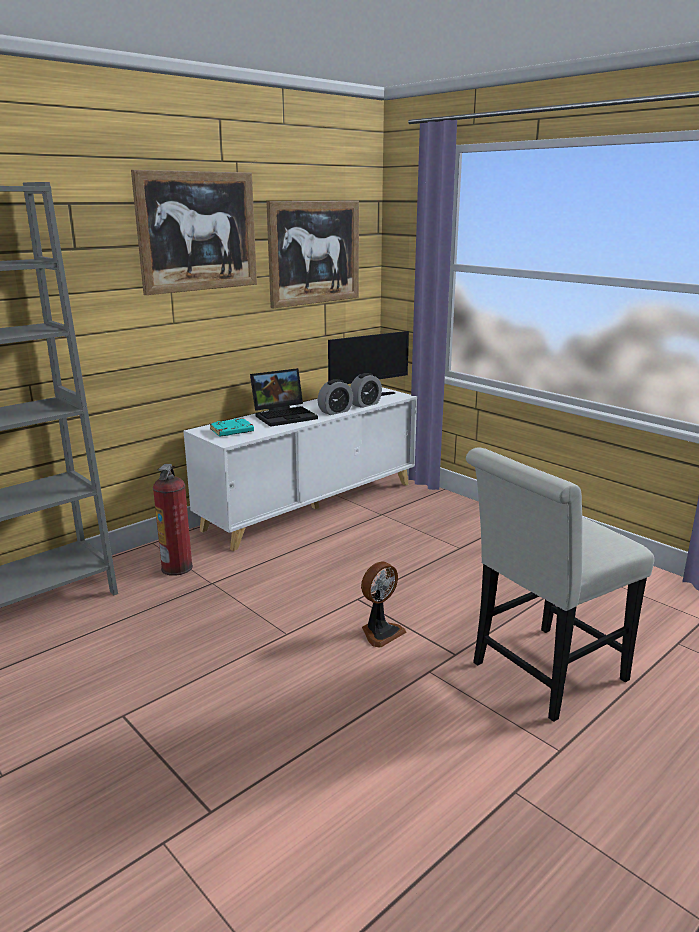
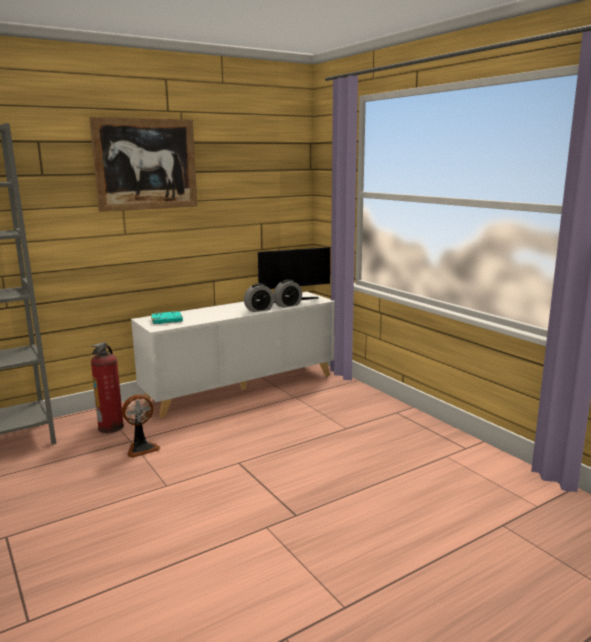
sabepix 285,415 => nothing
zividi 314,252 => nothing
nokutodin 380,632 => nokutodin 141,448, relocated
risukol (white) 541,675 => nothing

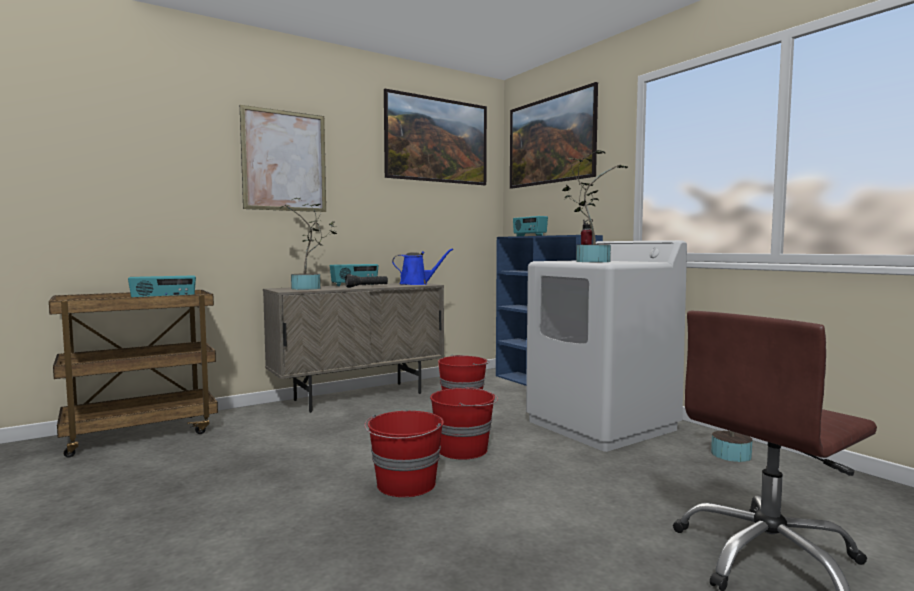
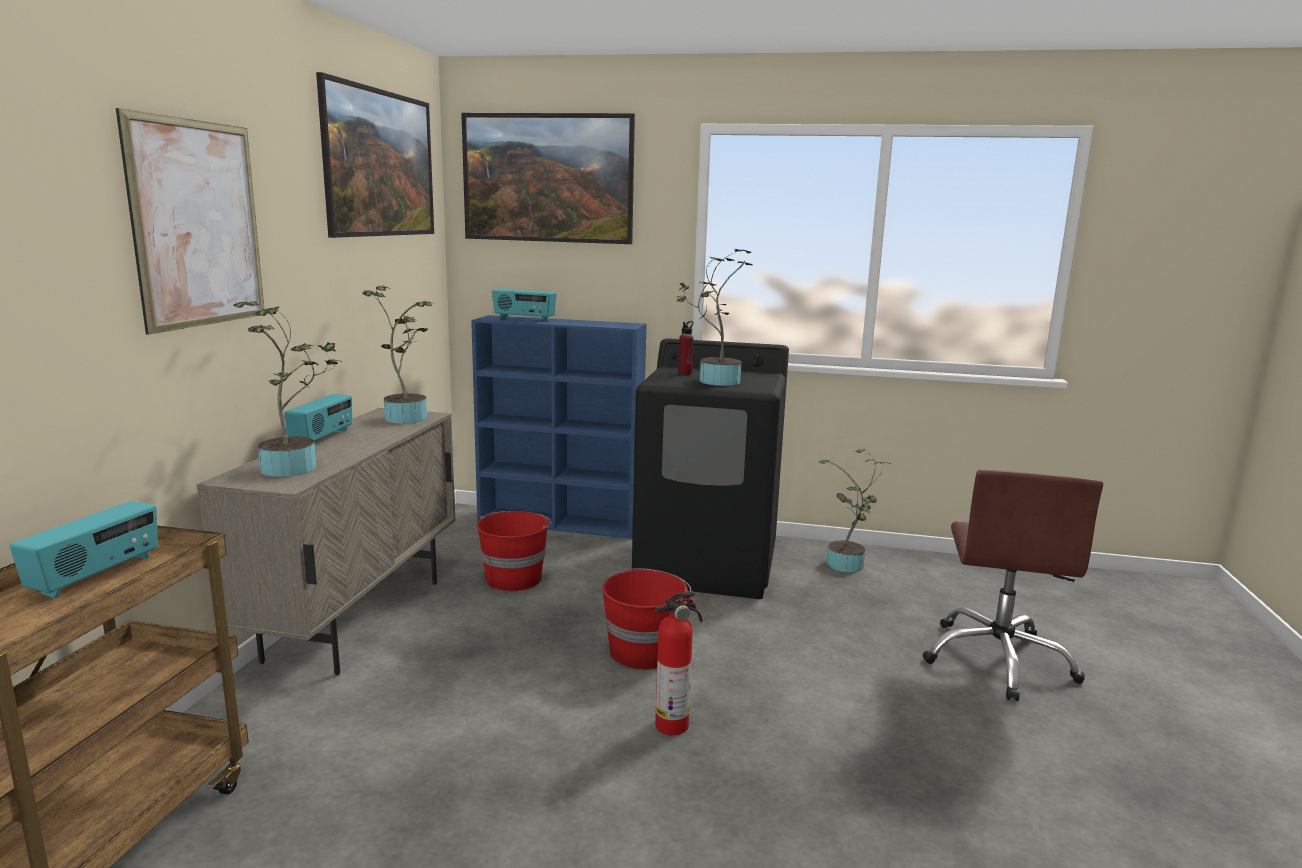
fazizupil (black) 366,287 => nothing
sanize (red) 406,484 => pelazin 674,724
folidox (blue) 417,284 => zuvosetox 406,417
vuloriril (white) 601,425 => vuloriril (black) 707,565

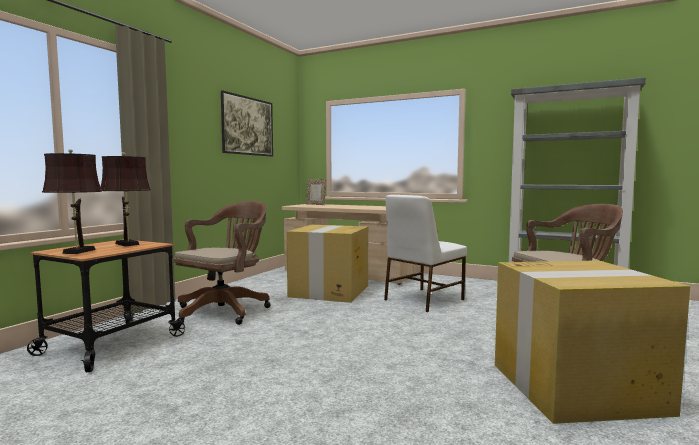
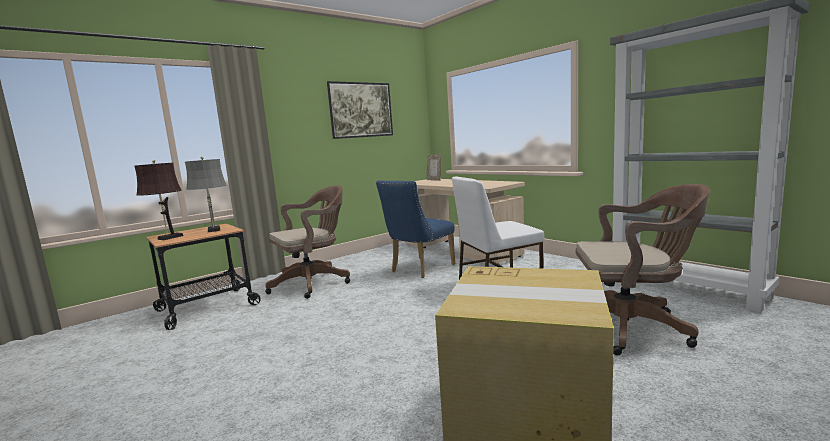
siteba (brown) 128,244 => siteba (grey) 214,230
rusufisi 329,291 => risukol (blue) 419,269

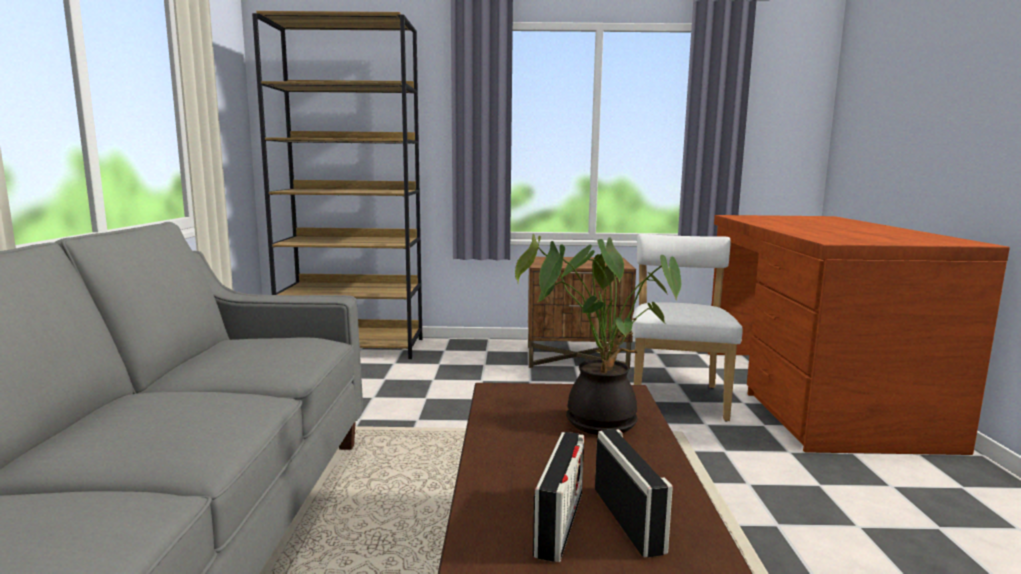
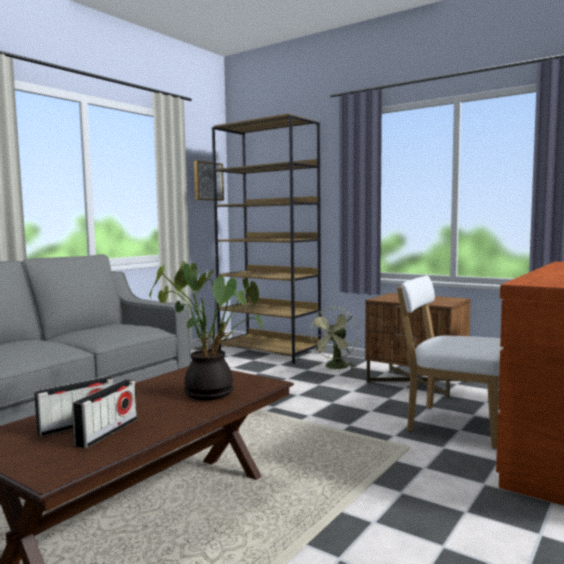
risukol (white) 676,397 => risukol (white) 453,424, 105 degrees counterclockwise
nothing => zividi 207,181
nothing => nokutodin (green) 335,368

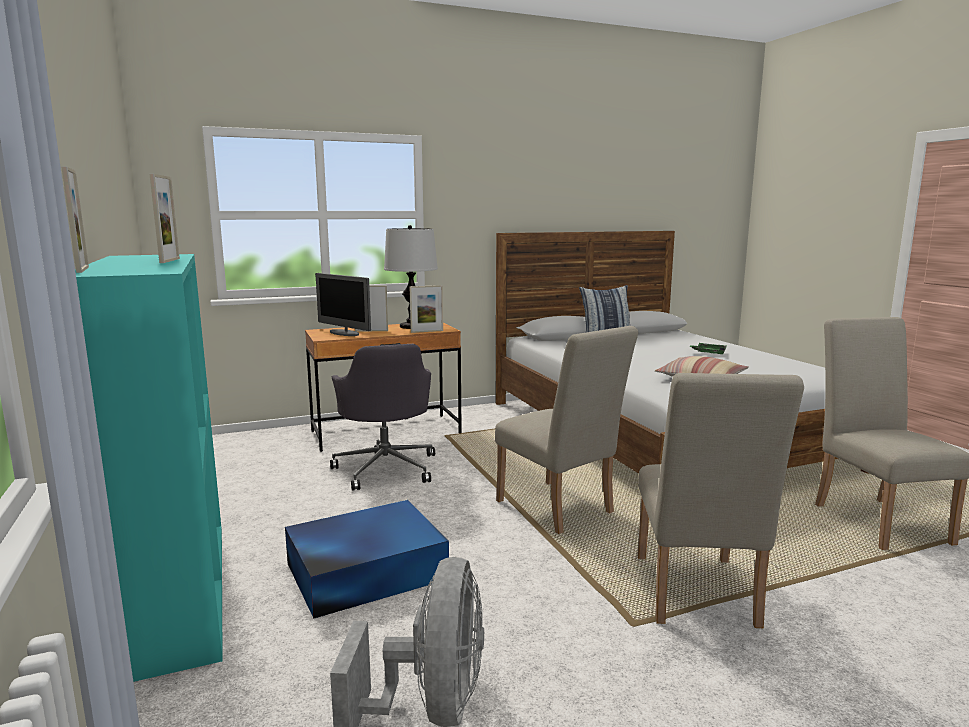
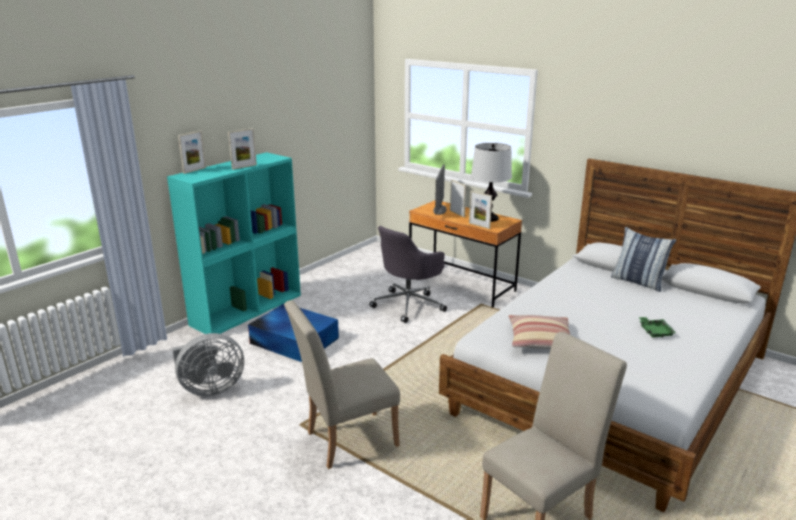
risukol (beige) 559,510 => nothing

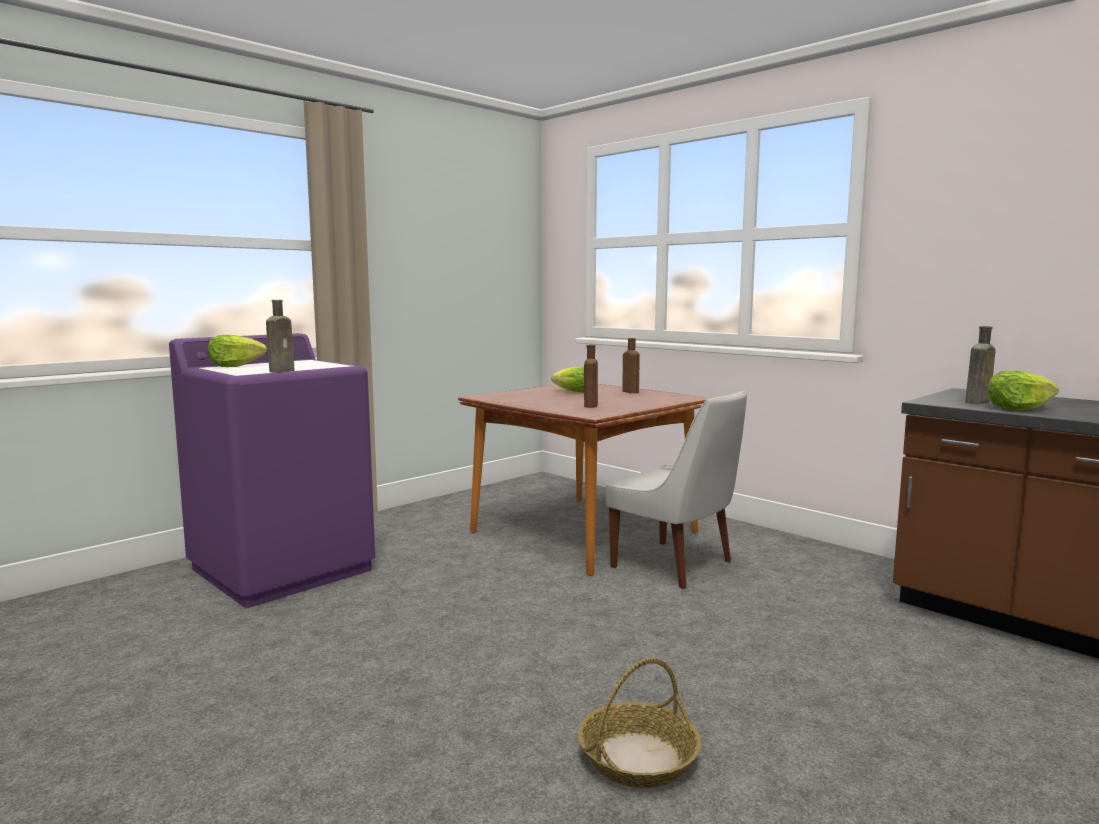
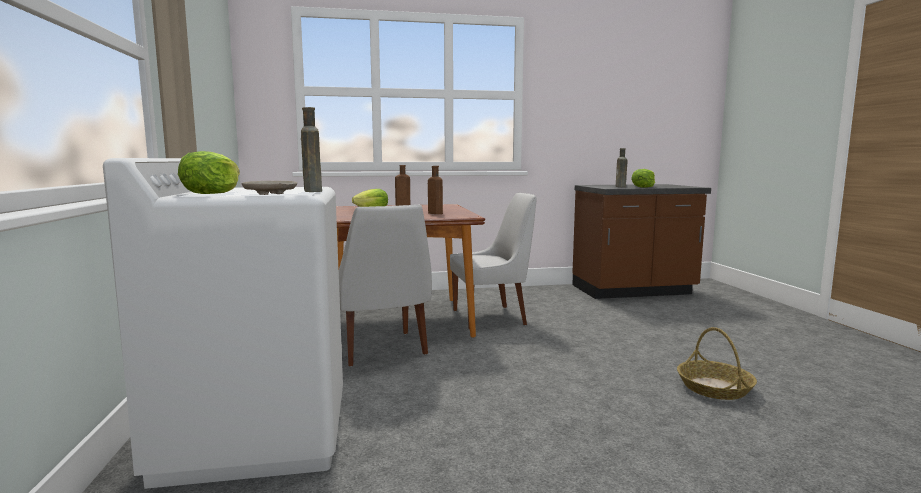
vuloriril (purple) 283,569 => vuloriril (white) 256,433
nothing => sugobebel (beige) 270,194
nothing => risukol (white) 381,349

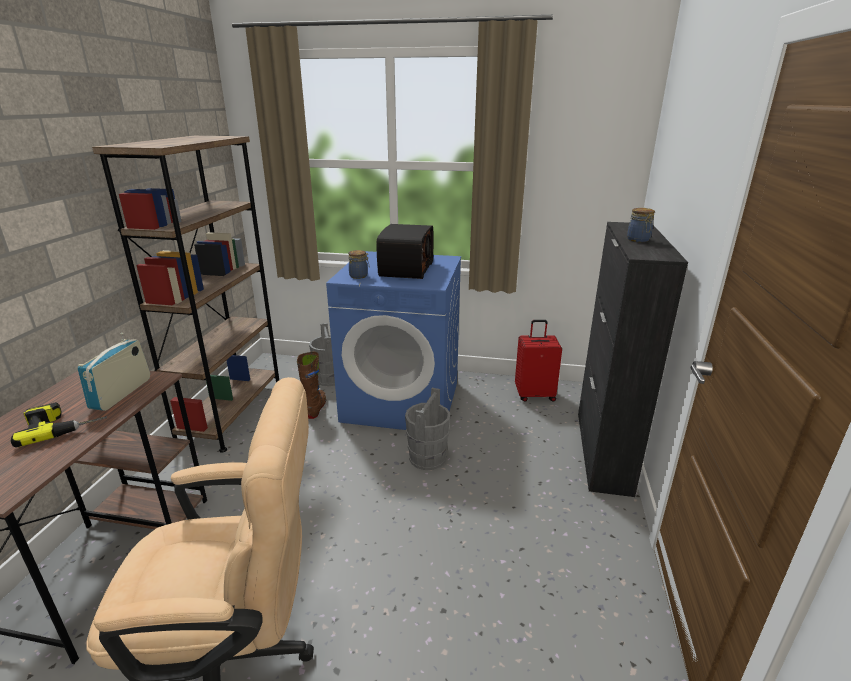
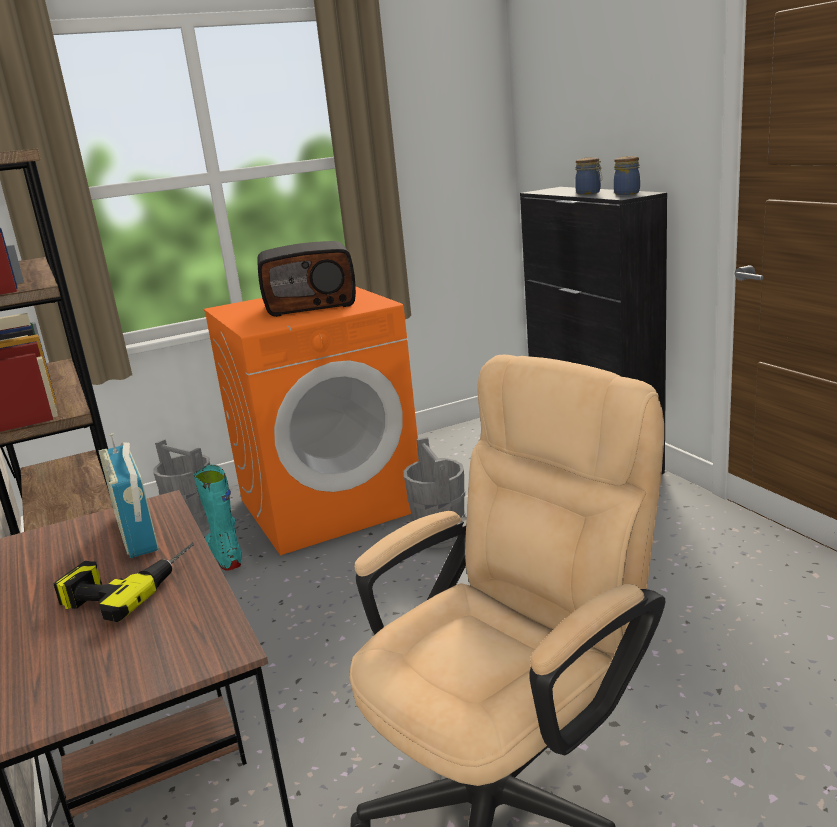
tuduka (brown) 316,408 => tuduka (turquoise) 224,557
vuloriril (blue) 402,401 => vuloriril (orange) 330,504
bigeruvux 359,276 => bigeruvux 627,193, relocated
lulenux 405,269 => lulenux 310,304, 105 degrees clockwise
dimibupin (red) 534,394 => nothing

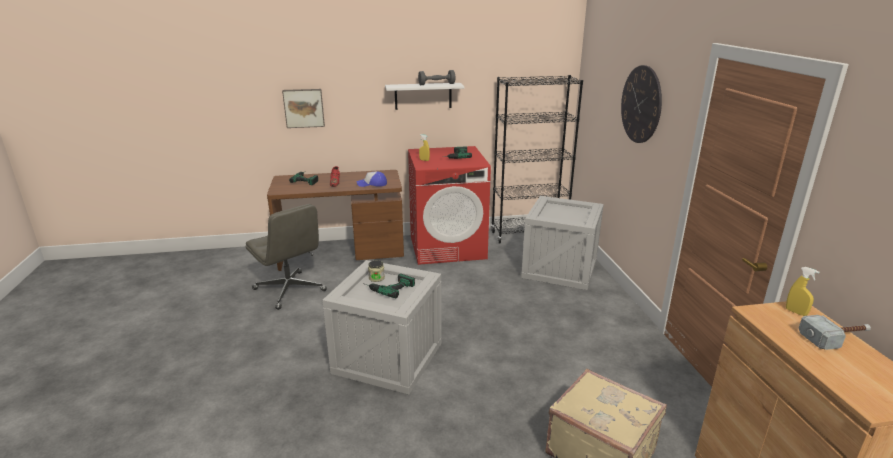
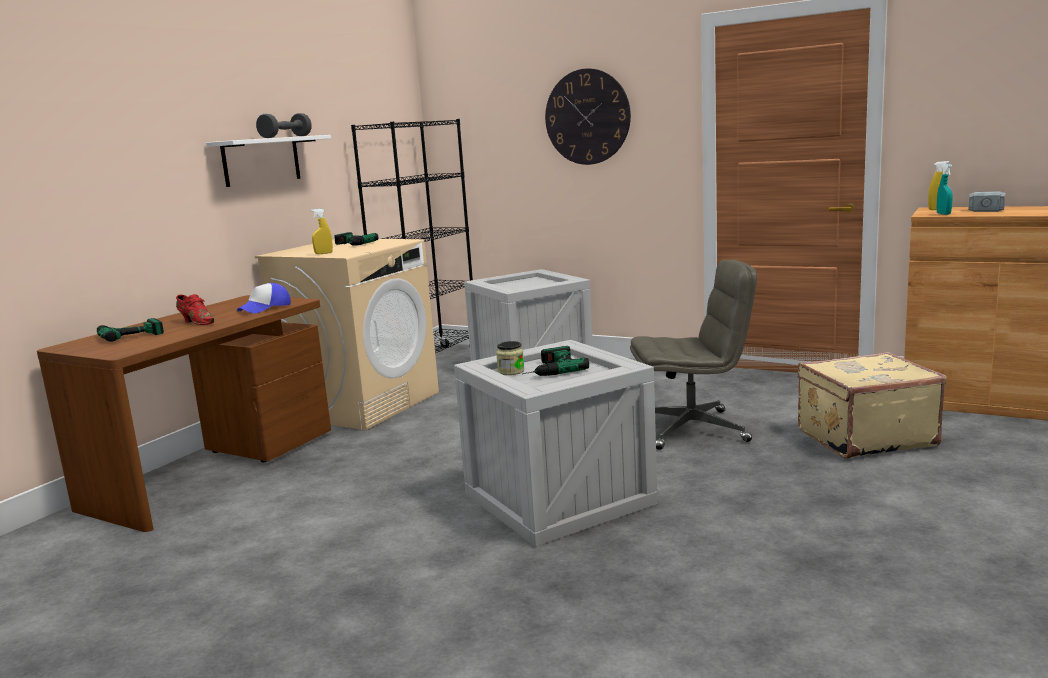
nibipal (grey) 290,290 => nibipal (grey) 693,429, relocated
zividi 304,108 => nothing
vuloriril (red) 448,247 => vuloriril (beige) 362,404
nothing => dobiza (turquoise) 943,214

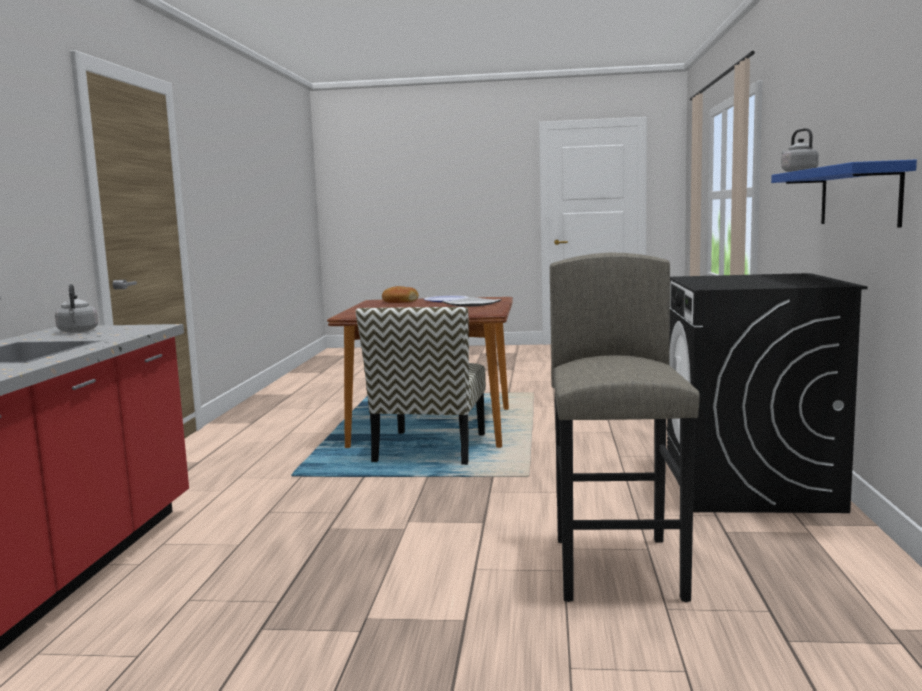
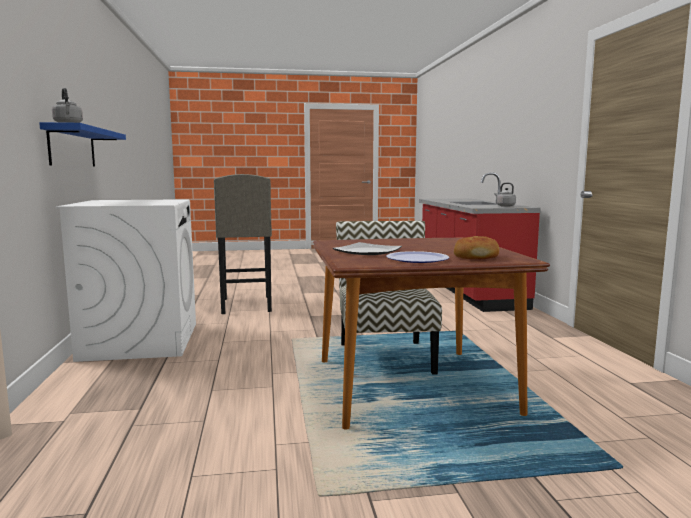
vuloriril (black) 750,485 => vuloriril (white) 140,341

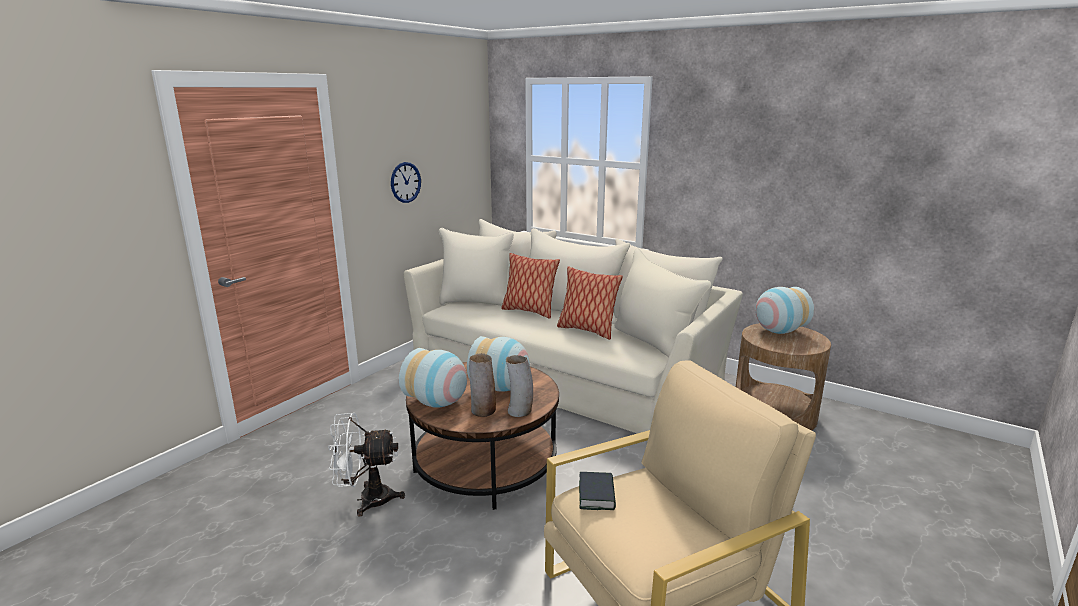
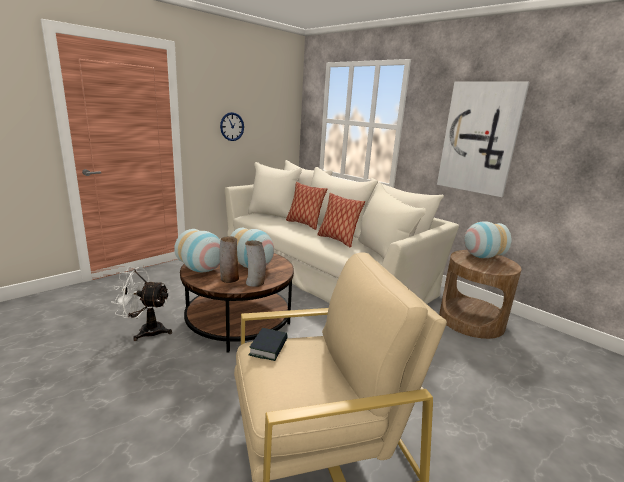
nothing => zividi 479,138

